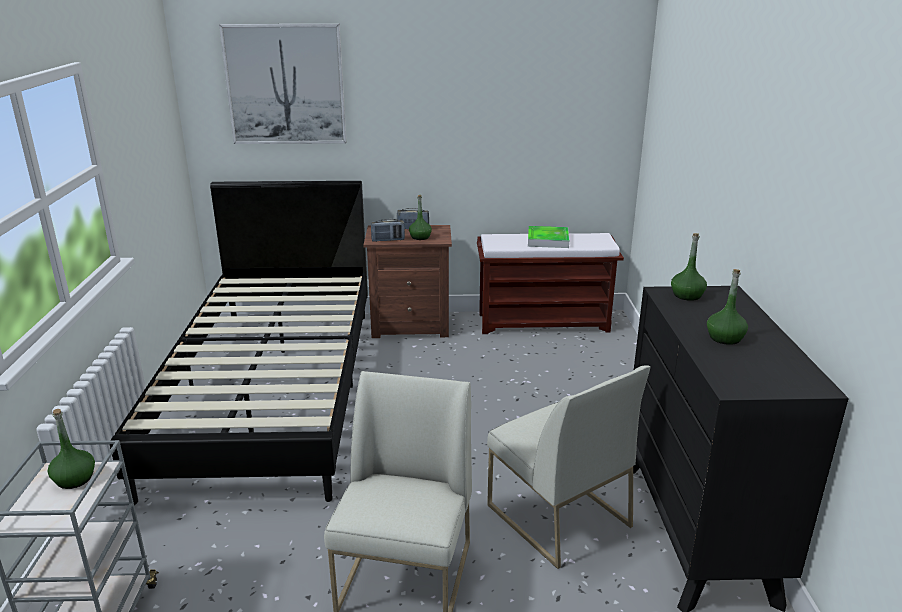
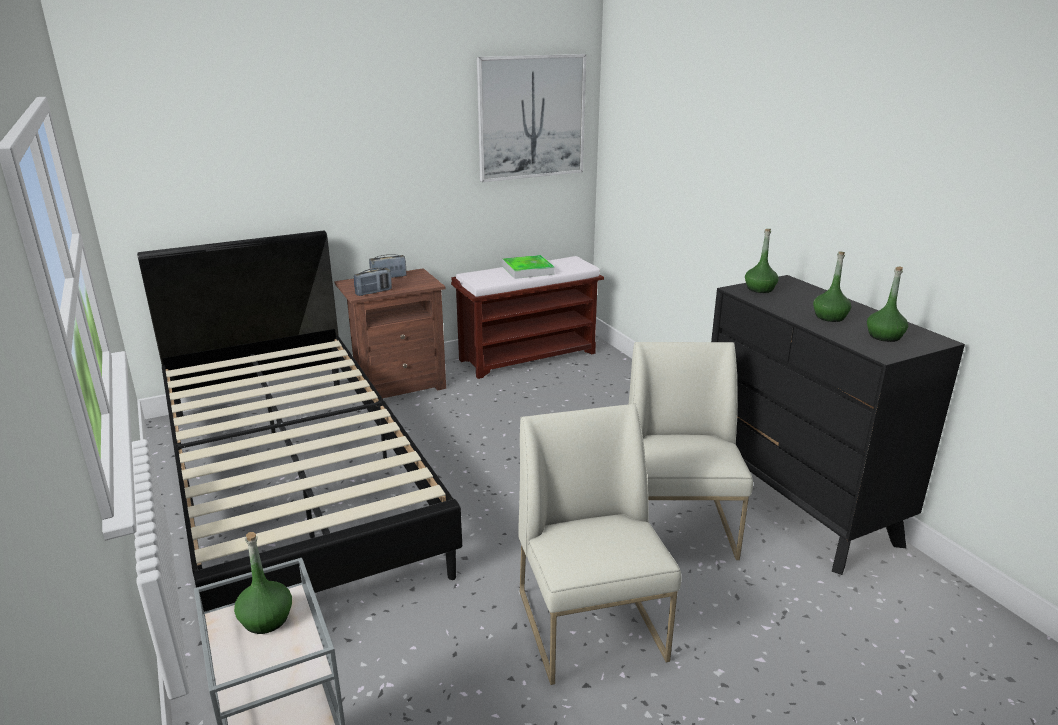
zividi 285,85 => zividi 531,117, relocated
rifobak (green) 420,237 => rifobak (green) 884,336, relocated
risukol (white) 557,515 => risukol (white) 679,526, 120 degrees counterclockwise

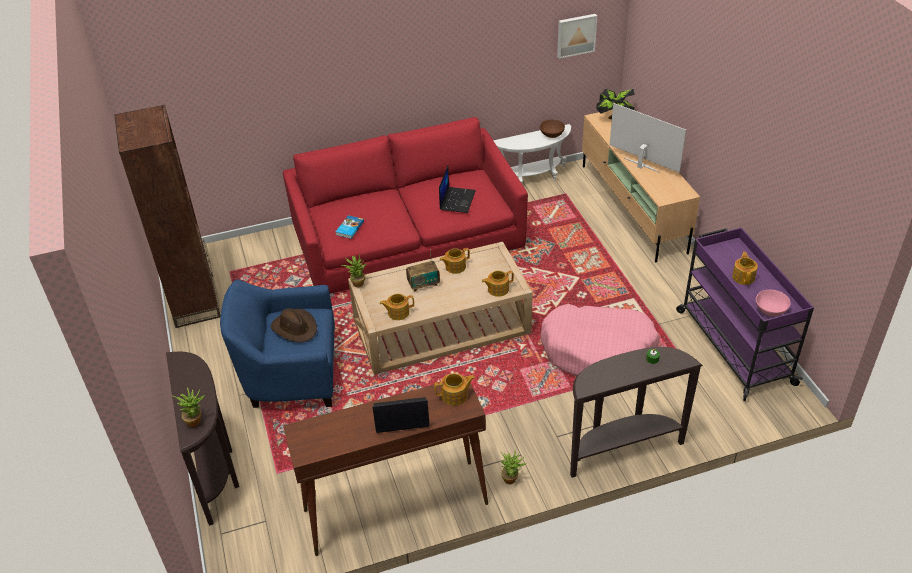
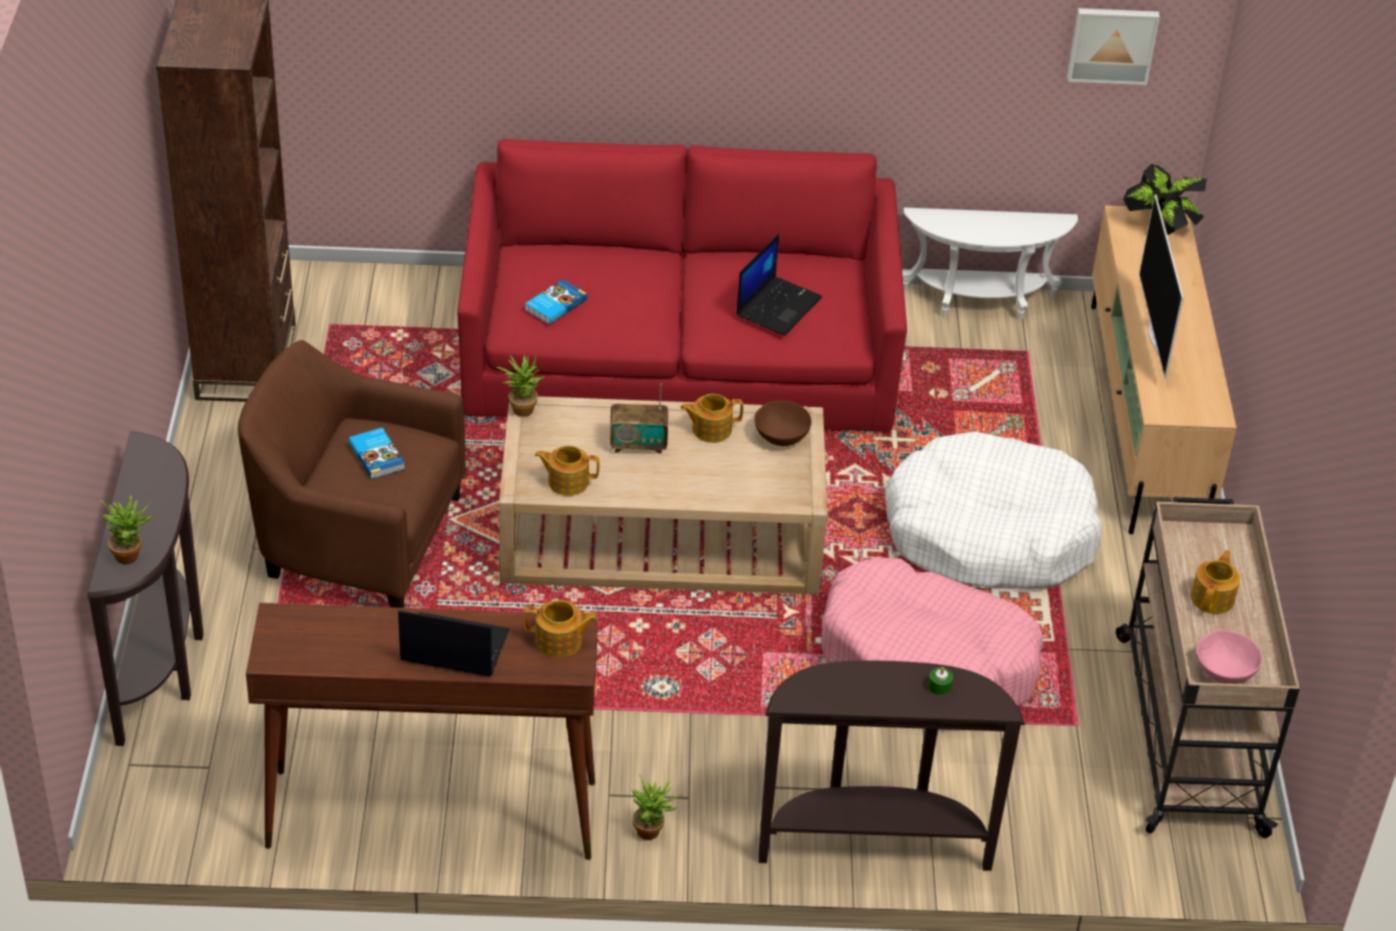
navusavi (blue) 290,374 => navusavi (brown) 356,539
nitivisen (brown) 295,328 => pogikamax 377,456
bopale 497,289 => nothing
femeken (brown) 551,135 => femeken (brown) 781,437, relocated
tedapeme 641,166 => tedapeme 1157,336, 150 degrees counterclockwise
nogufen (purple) 733,346 => nogufen (beige) 1188,731
nothing => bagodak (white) 989,534

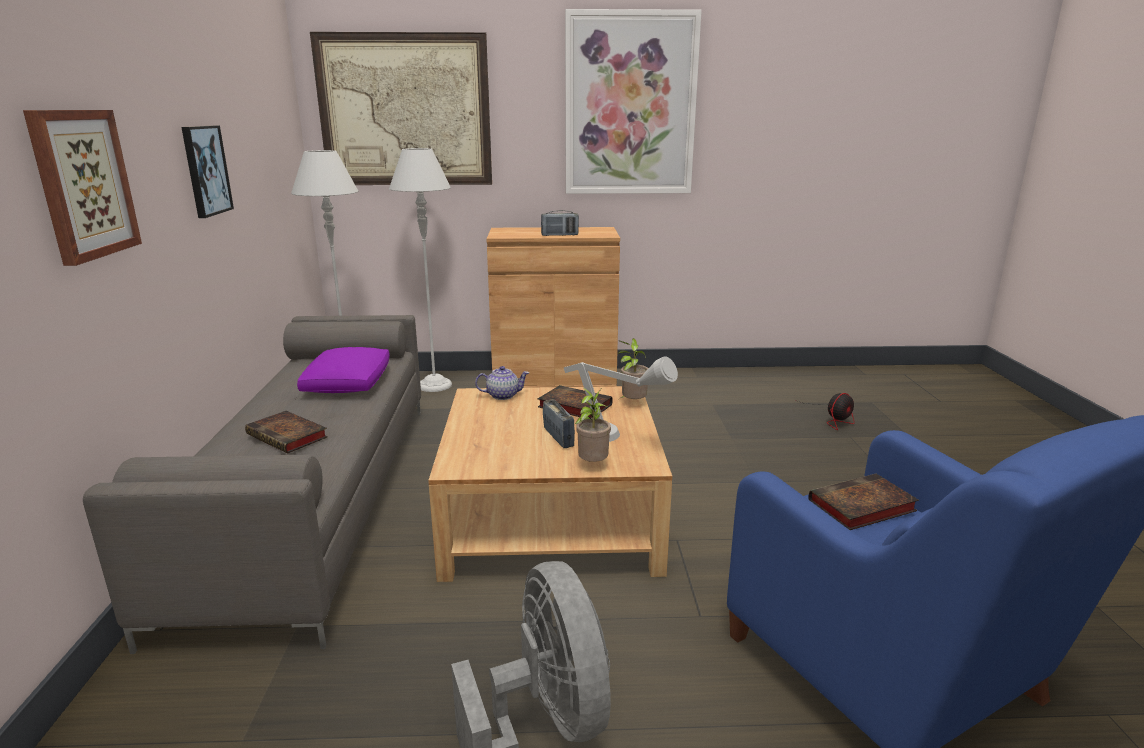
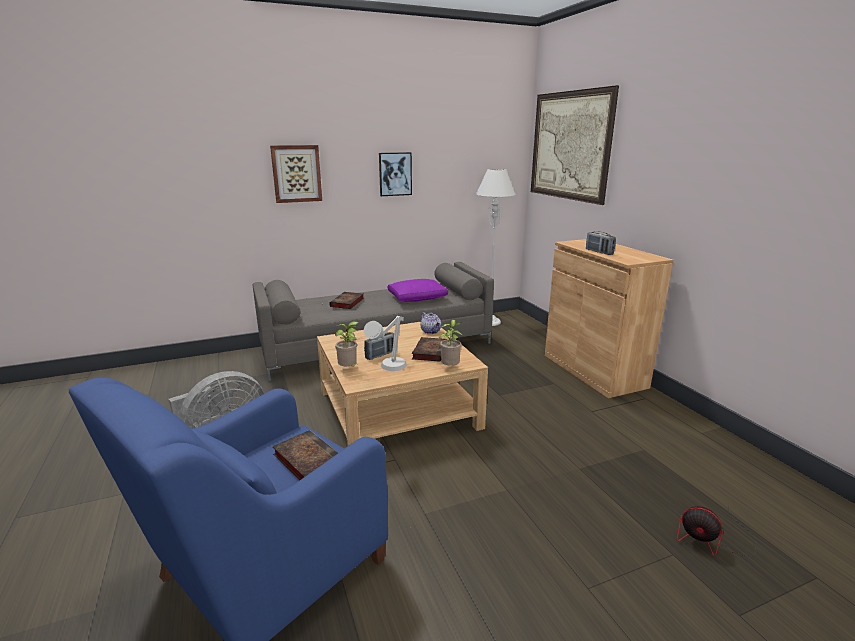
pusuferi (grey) 434,385 => nothing
zividi 630,105 => nothing

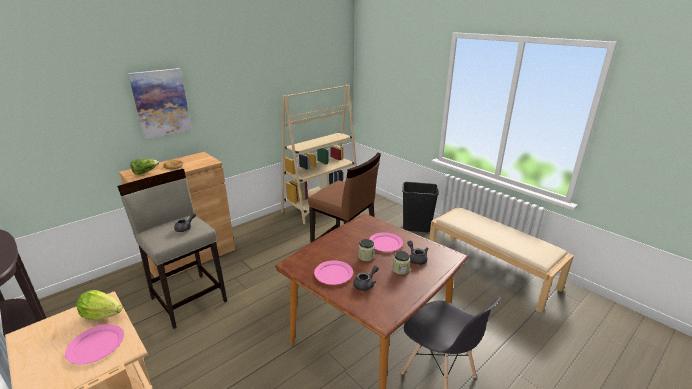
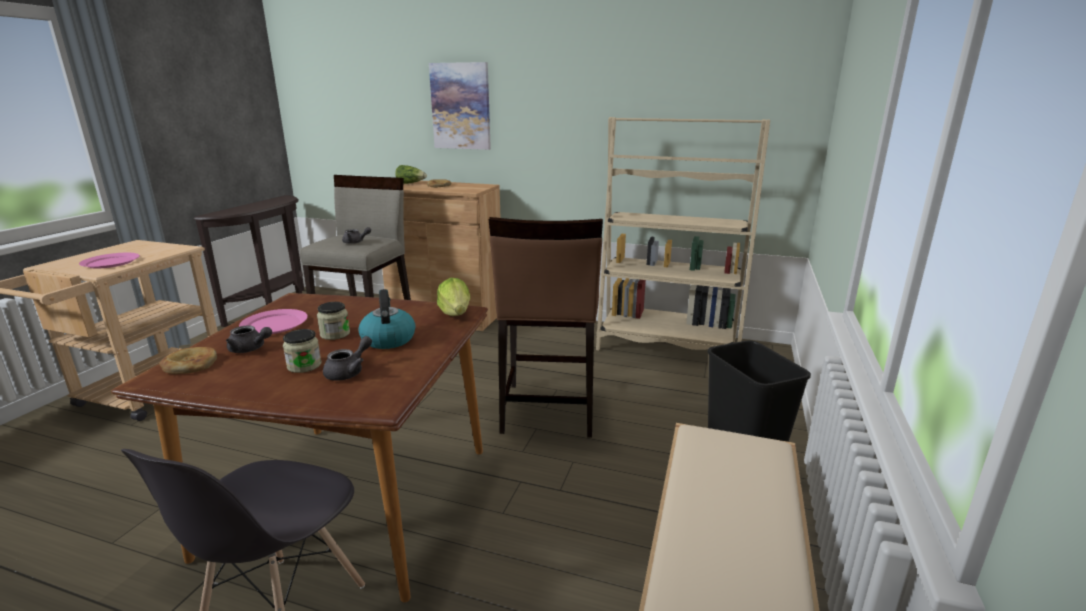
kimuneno 102,315 => kimuneno 456,314, relocated
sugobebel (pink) 385,243 => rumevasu 388,339
nothing => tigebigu 190,364

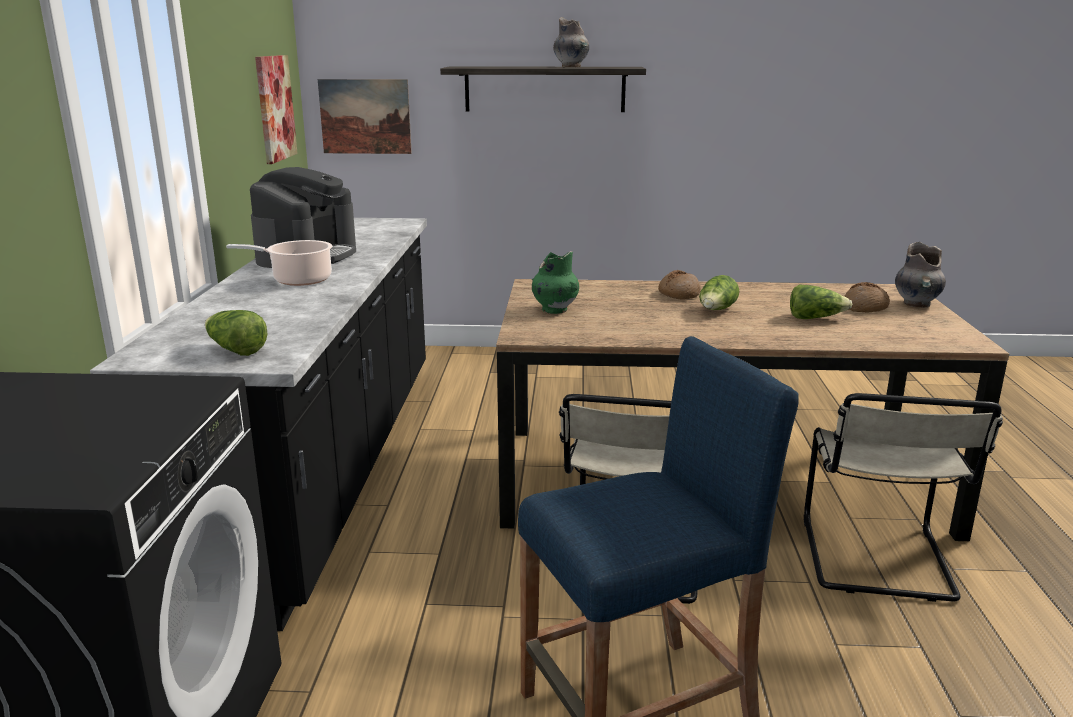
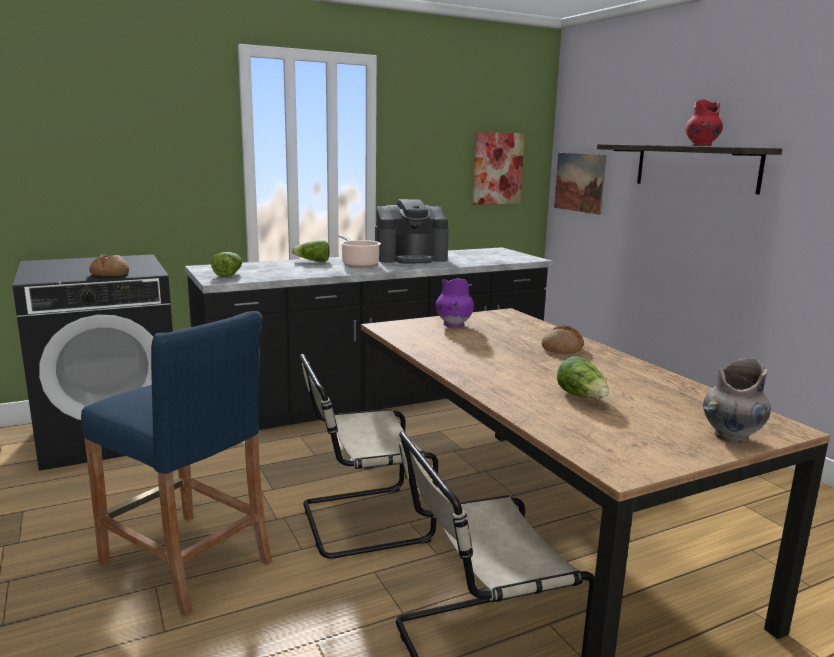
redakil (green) 554,310 => redakil (purple) 453,325
redakil (grey) 571,67 => redakil (red) 701,146
kimuneno 716,311 => kimuneno 313,261, relocated
tigebigu 865,307 => tigebigu 109,274, relocated

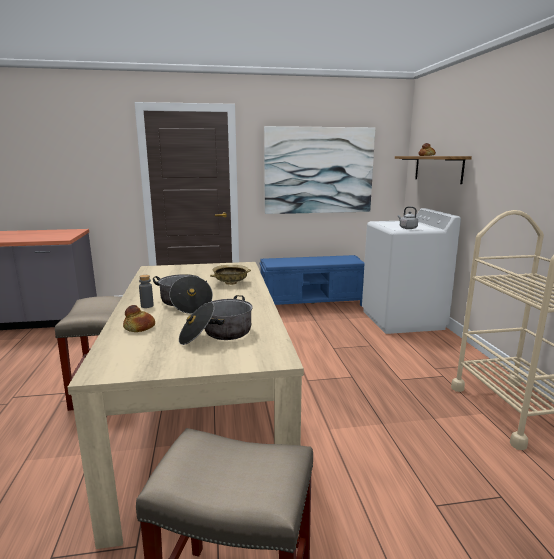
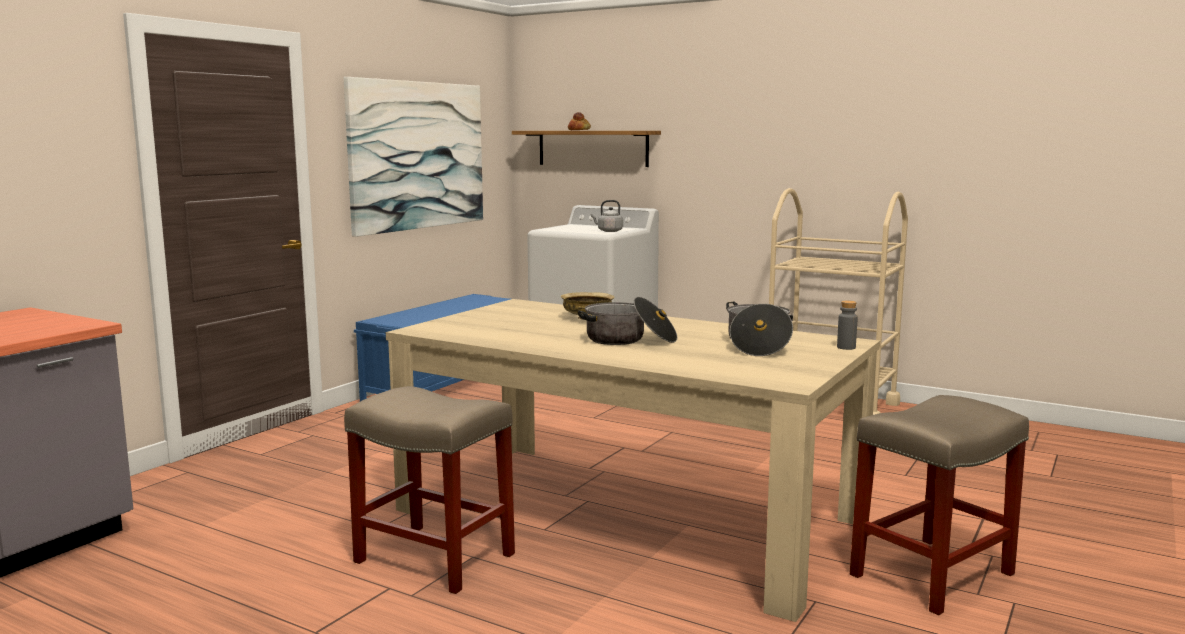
tigebigu 139,328 => nothing
rifobak (grey) 147,306 => rifobak (grey) 846,347, relocated

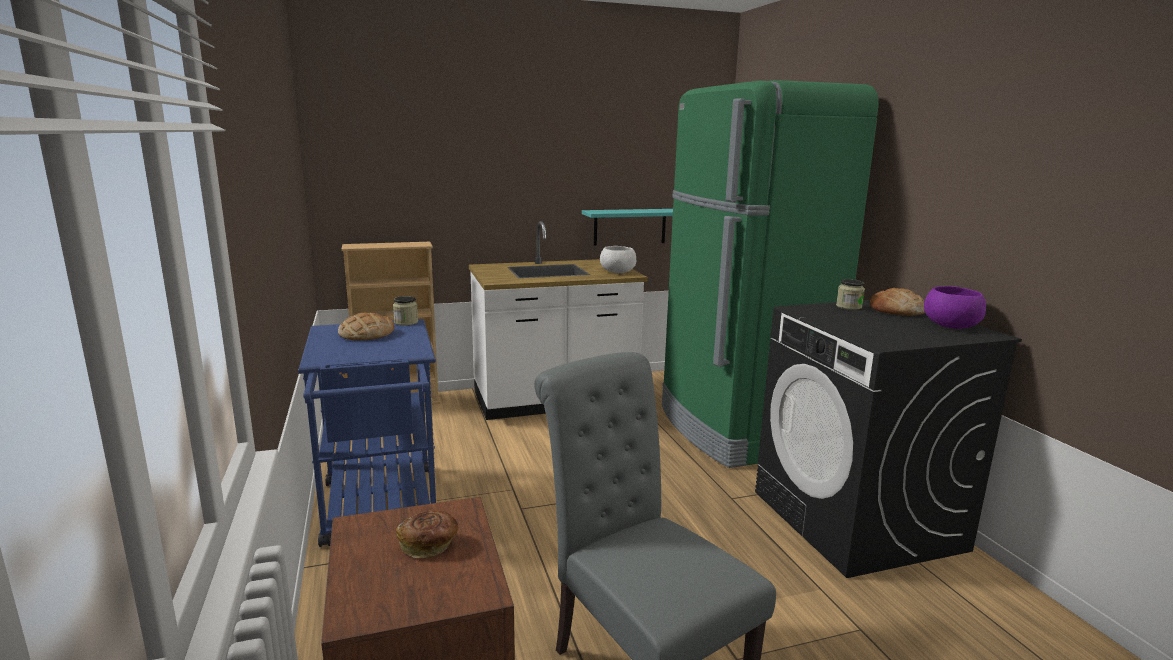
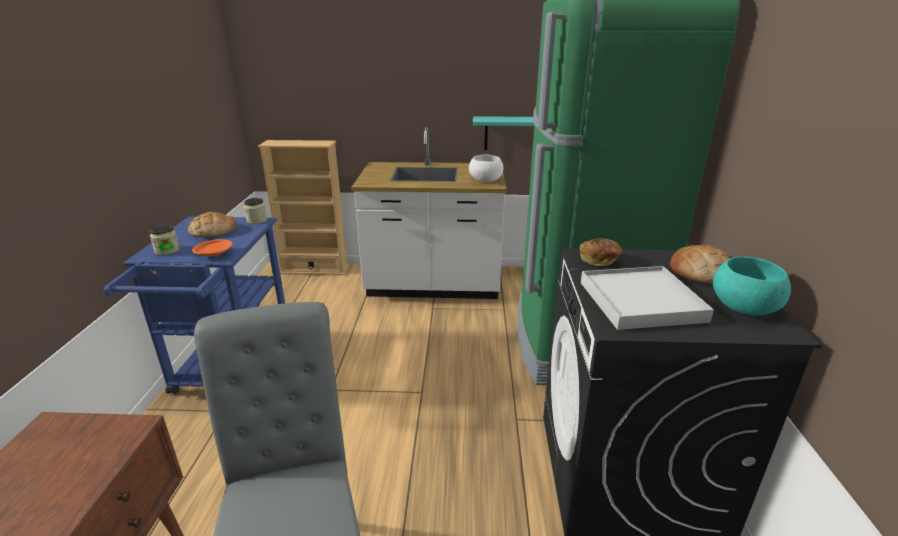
tigebigu 429,545 => tigebigu 599,260, relocated
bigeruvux 849,307 => bigeruvux 167,250, relocated
femeken (purple) 951,325 => femeken (turquoise) 744,306
nothing => sugobebel (orange) 214,253
nothing => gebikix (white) 640,301

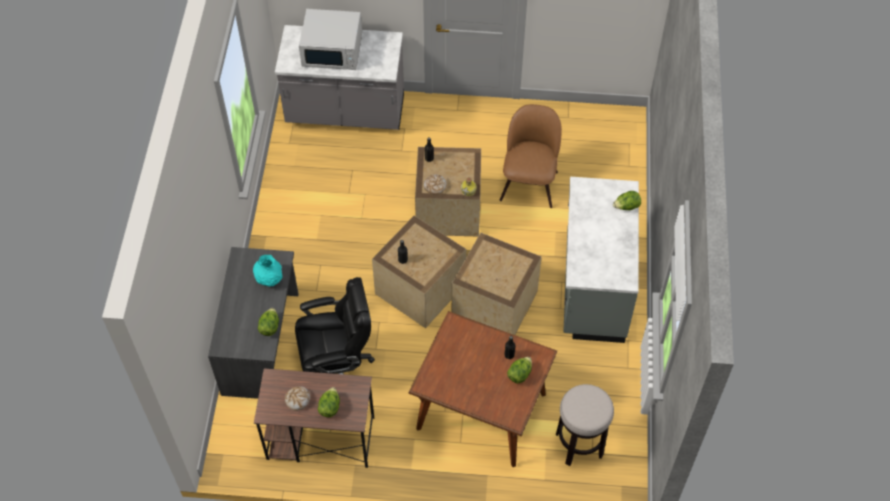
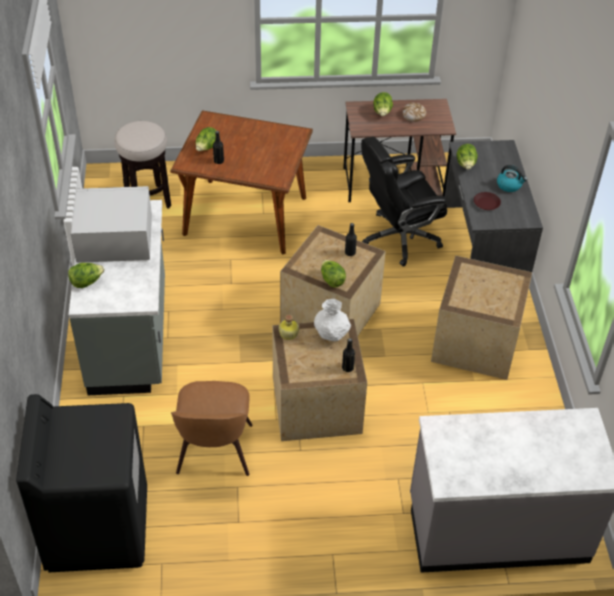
redakil (turquoise) 269,278 => sugobebel (brown) 486,203
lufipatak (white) 333,50 => lufipatak (white) 114,239, relocated
tigebigu 435,186 => redakil (white) 332,334
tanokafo 494,303 => tanokafo 476,344, relocated
nothing => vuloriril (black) 97,528
nothing => kimuneno 332,280
nothing => rumevasu 509,185

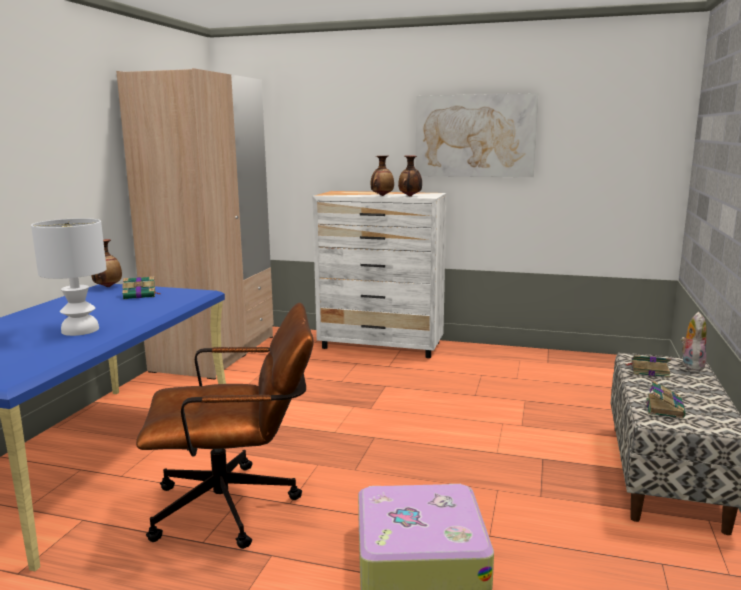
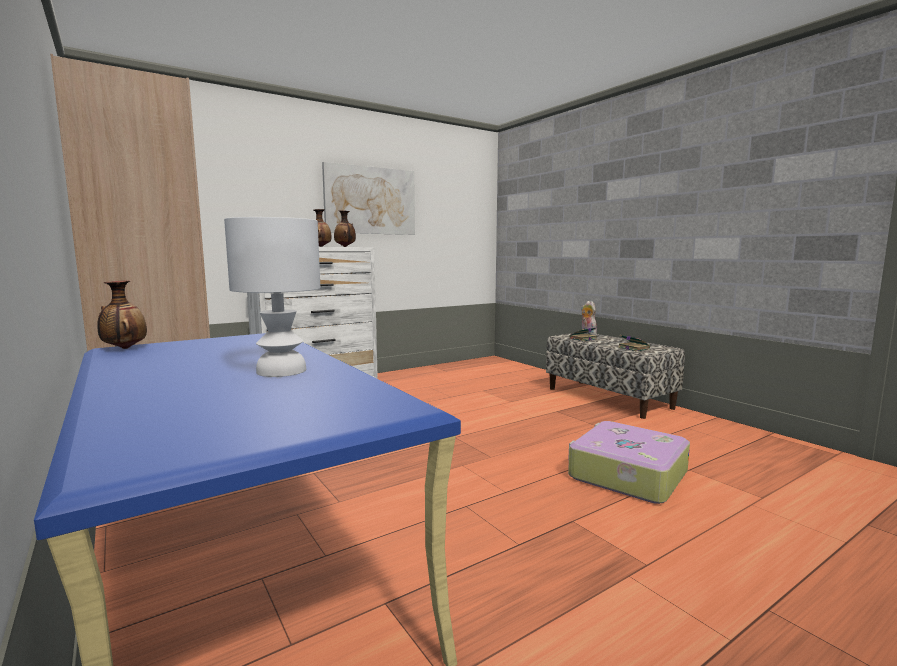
pogikamax 140,295 => nothing
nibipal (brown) 238,506 => nothing

